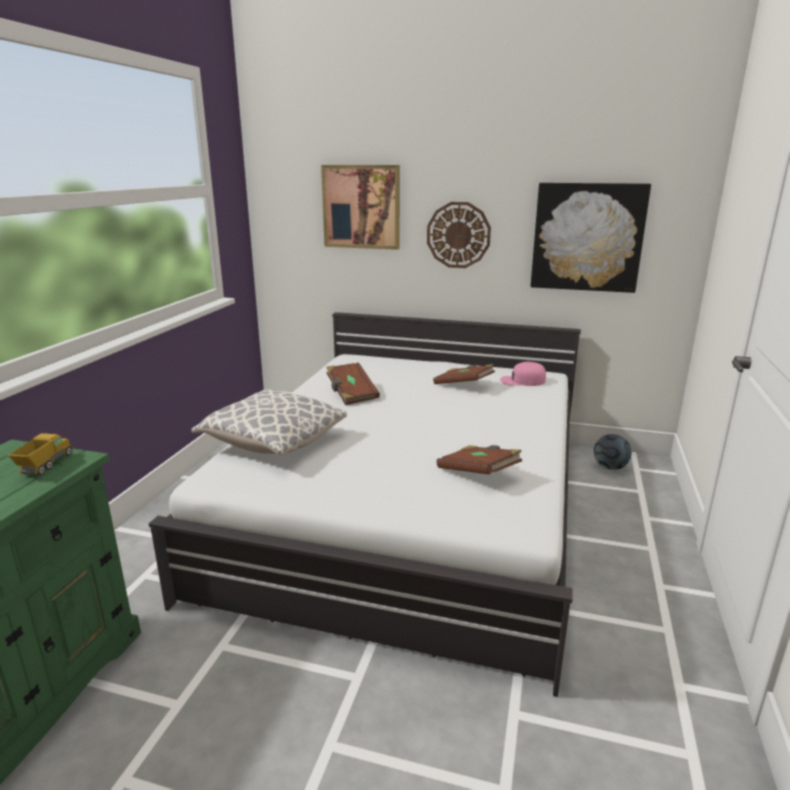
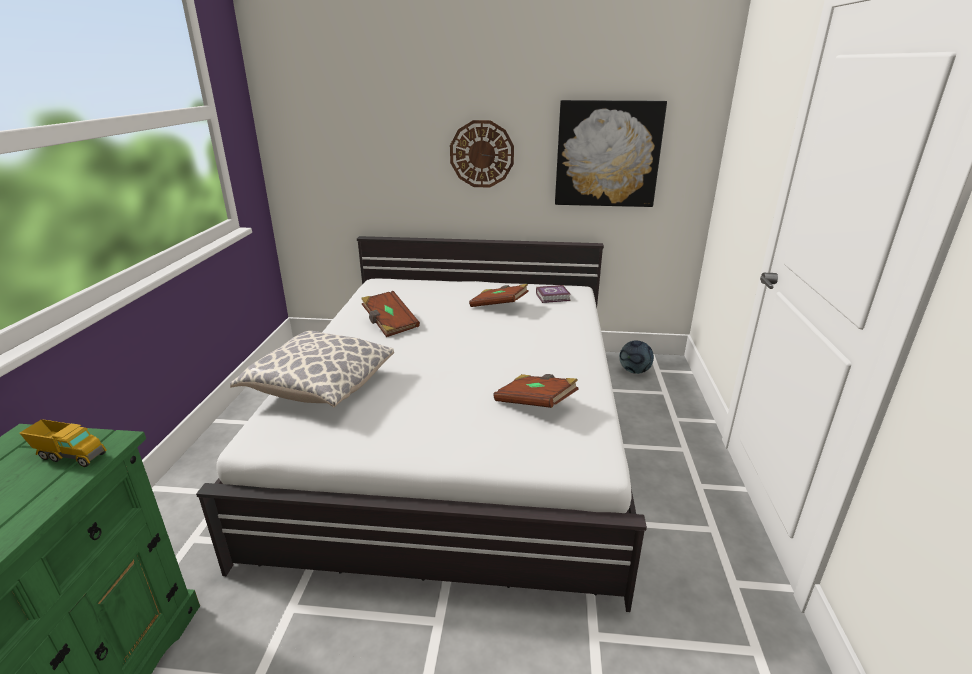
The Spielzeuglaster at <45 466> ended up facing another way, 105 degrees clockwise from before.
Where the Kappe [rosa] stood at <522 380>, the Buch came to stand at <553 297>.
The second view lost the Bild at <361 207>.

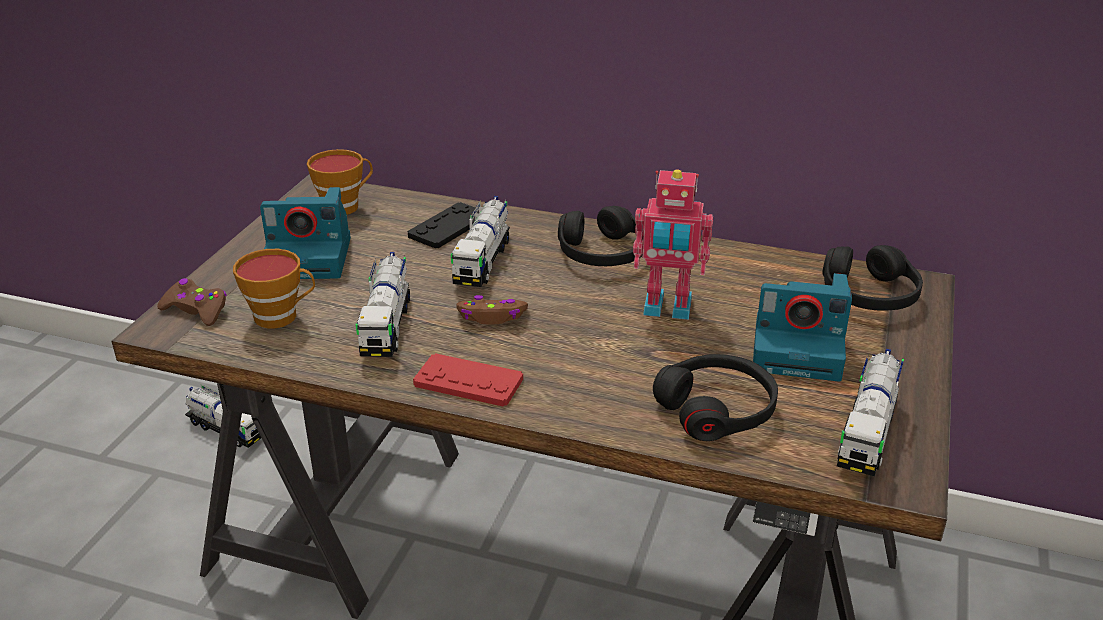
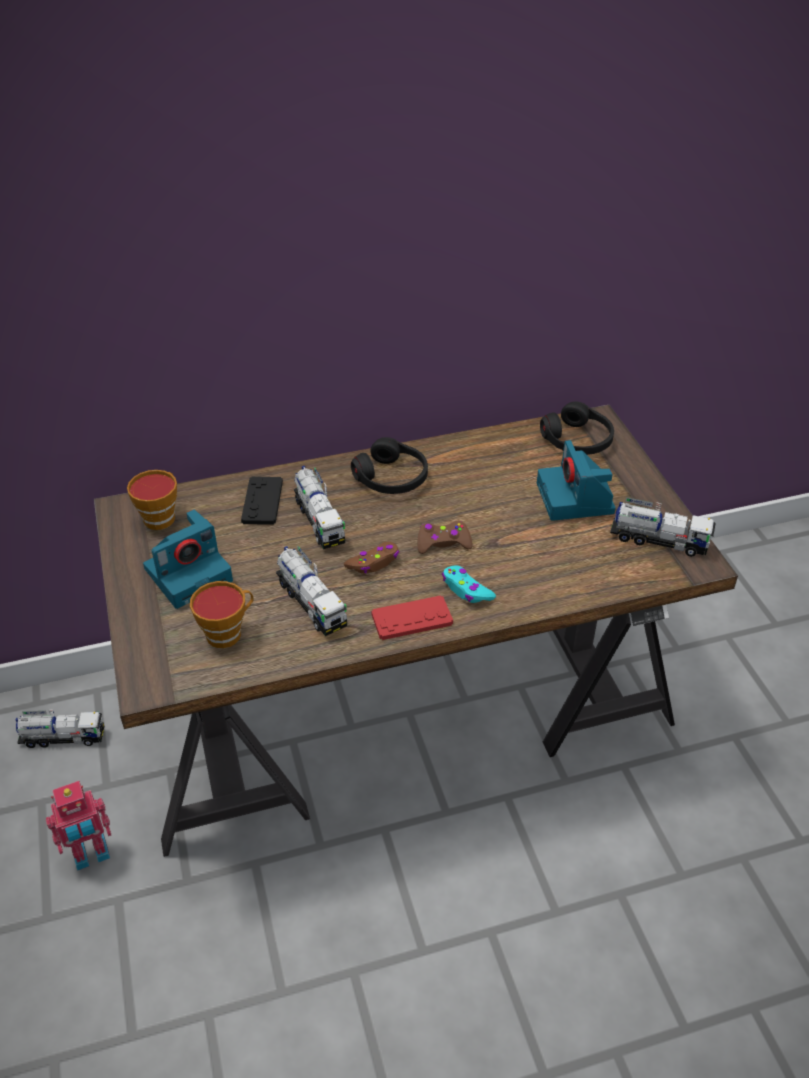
The Spielzeugroboter ended up elsewhere, having gone from <667 308> to <91 854>.
The Gamepad [braun] ended up elsewhere, having gone from <196 310> to <443 542>.
The second view gained the Gamepad [türkis] at <466 590>.
The Kamera at <799 349> ended up facing another way, 105 degrees clockwise from before.
The Spielzeuglaster at <867 433> ended up facing another way, 60 degrees counterclockwise from before.
The second view lost the Kopfhörer [schwarz] at <717 409>.

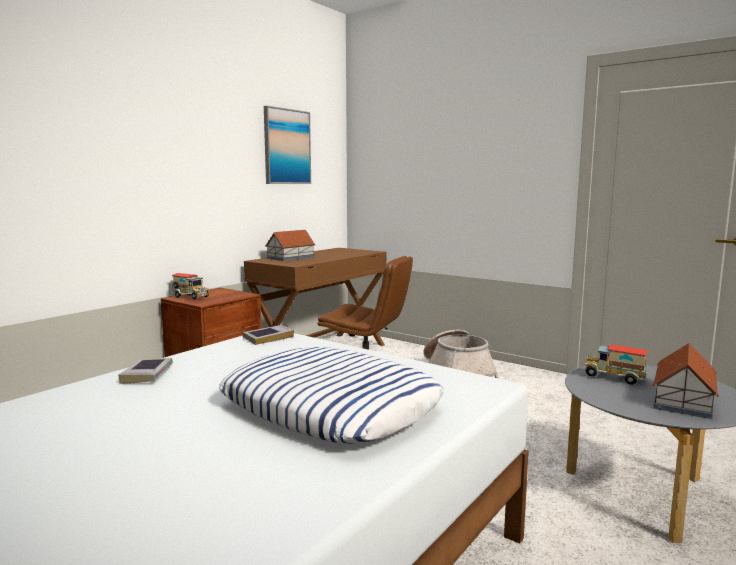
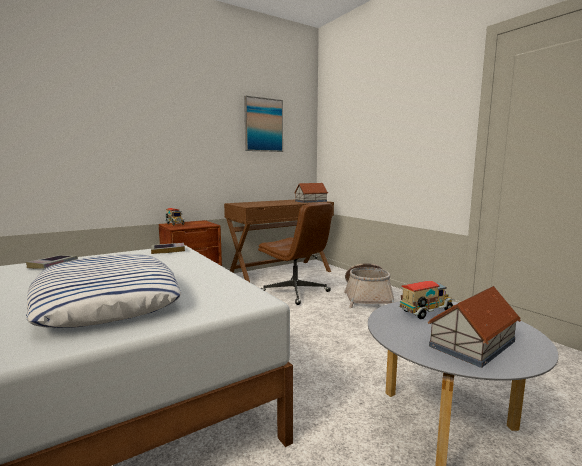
The Spielzeughaus ended up elsewhere, having gone from <291 257> to <311 201>.
The Spielzeuglaster at <614 378> ended up facing another way, 105 degrees clockwise from before.

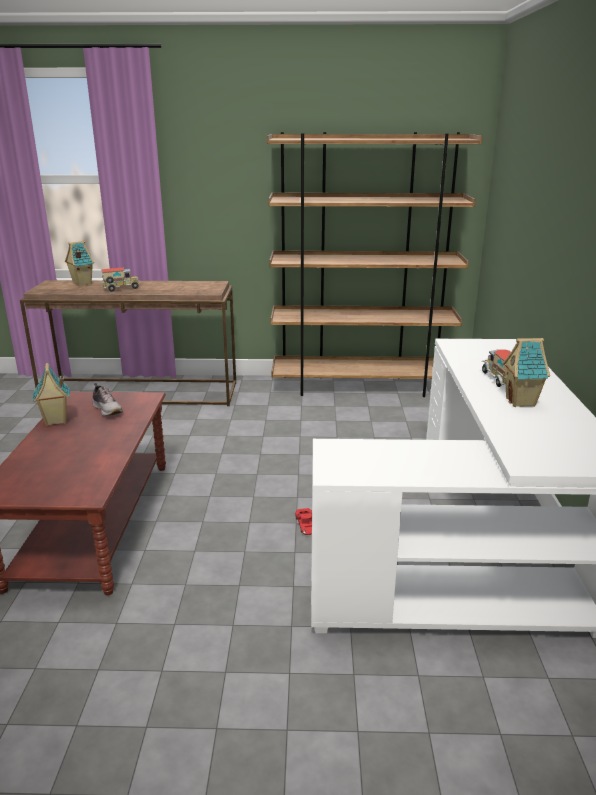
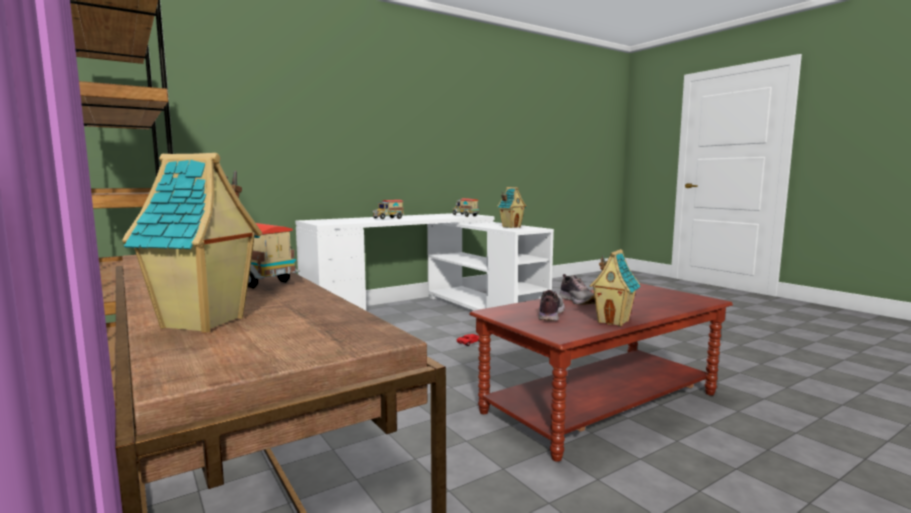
The second view gained the Spielzeuglaster at <465 216>.
The Spielzeughaus ended up elsewhere, having gone from <521 402> to <511 227>.
The second view gained the Schuh at <578 301>.

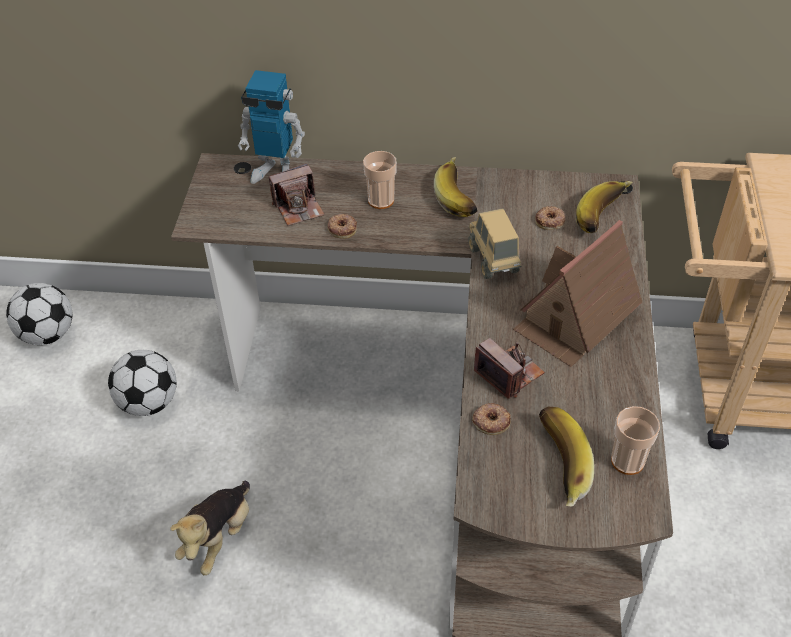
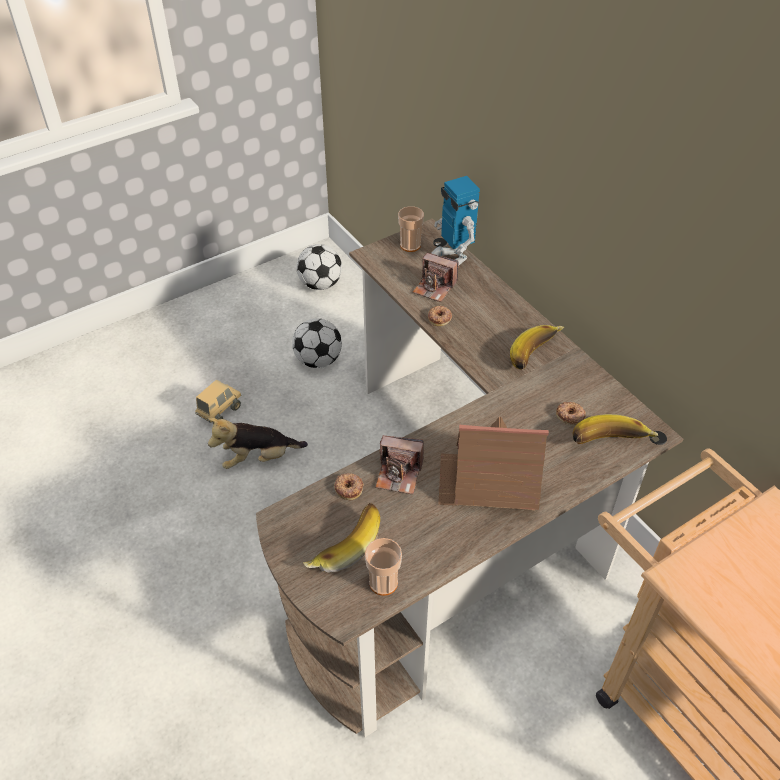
The Spielzeuglaster ended up elsewhere, having gone from <493 260> to <220 412>.
The Kamera at <509 373> ended up facing another way, 90 degrees clockwise from before.
The Tasse ended up elsewhere, having gone from <381 200> to <410 245>.

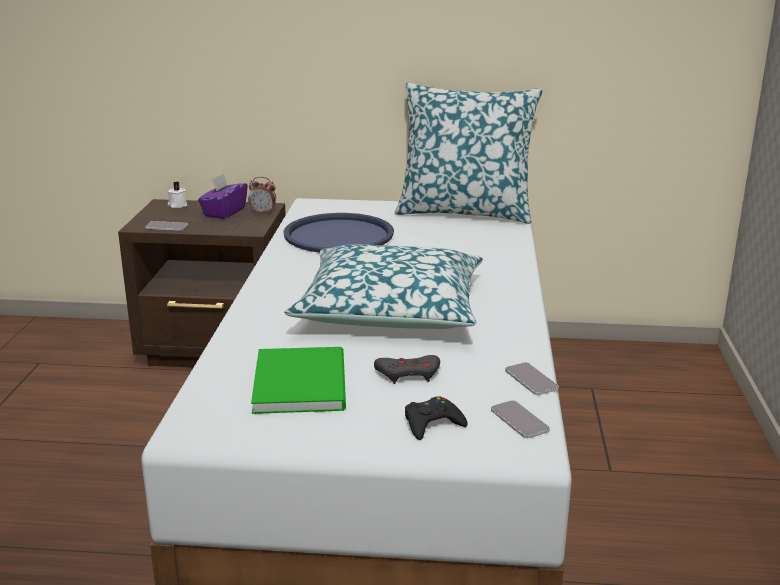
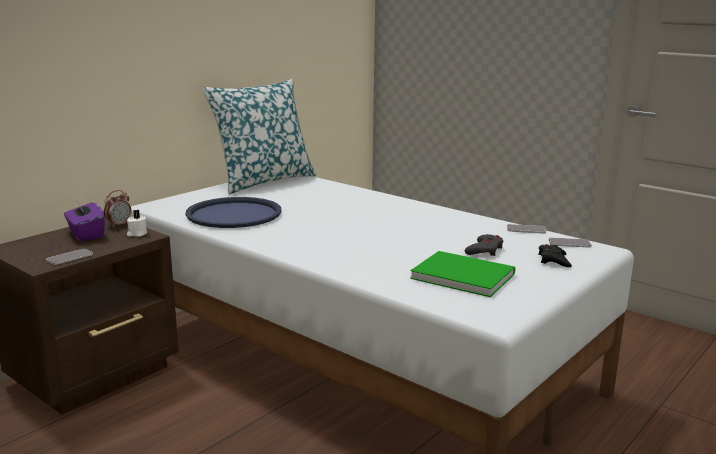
The Kerze [weiß] ended up elsewhere, having gone from <177 205> to <137 234>.
The second view lost the Kissen at <390 309>.

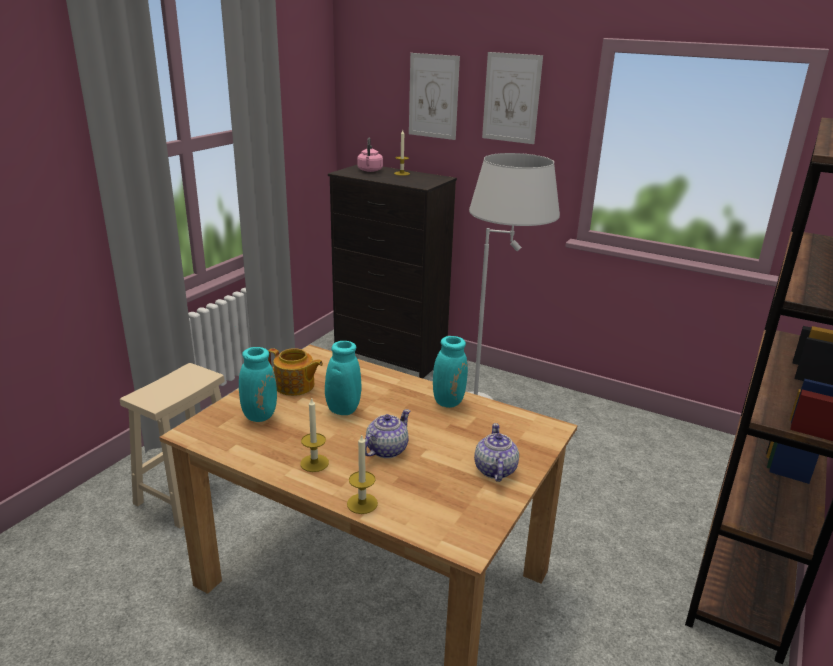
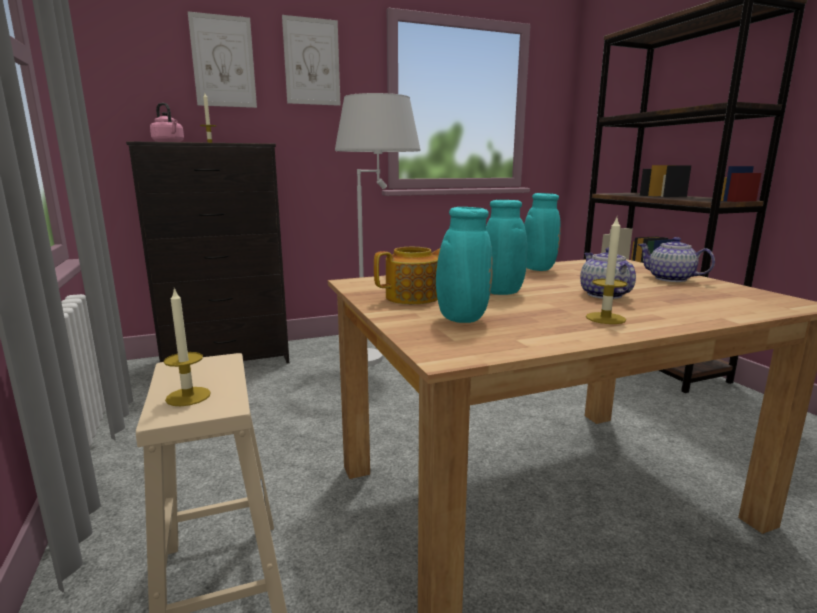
The Kerze ended up elsewhere, having gone from <362 503> to <188 396>.

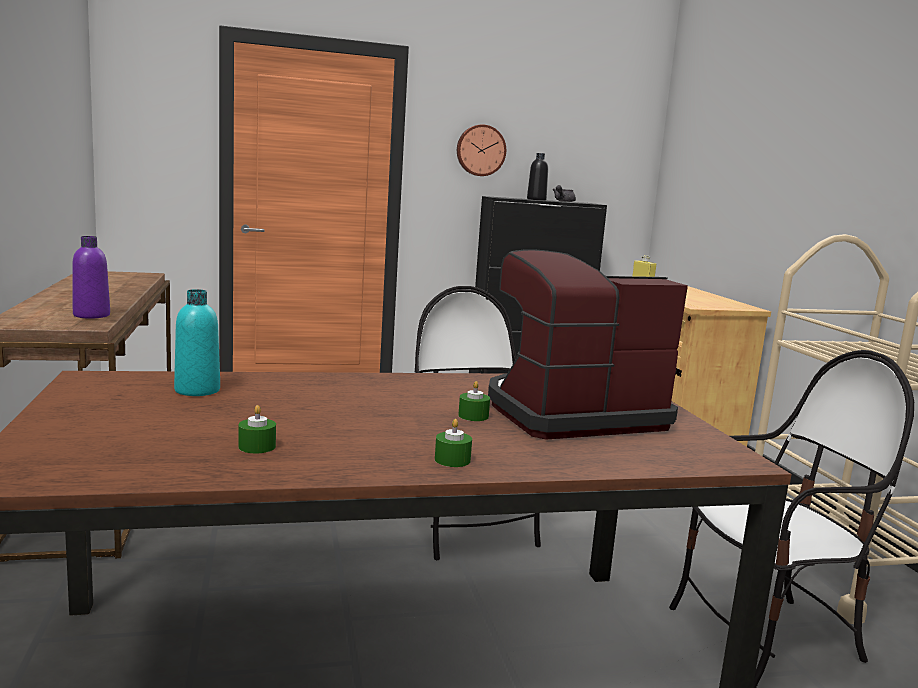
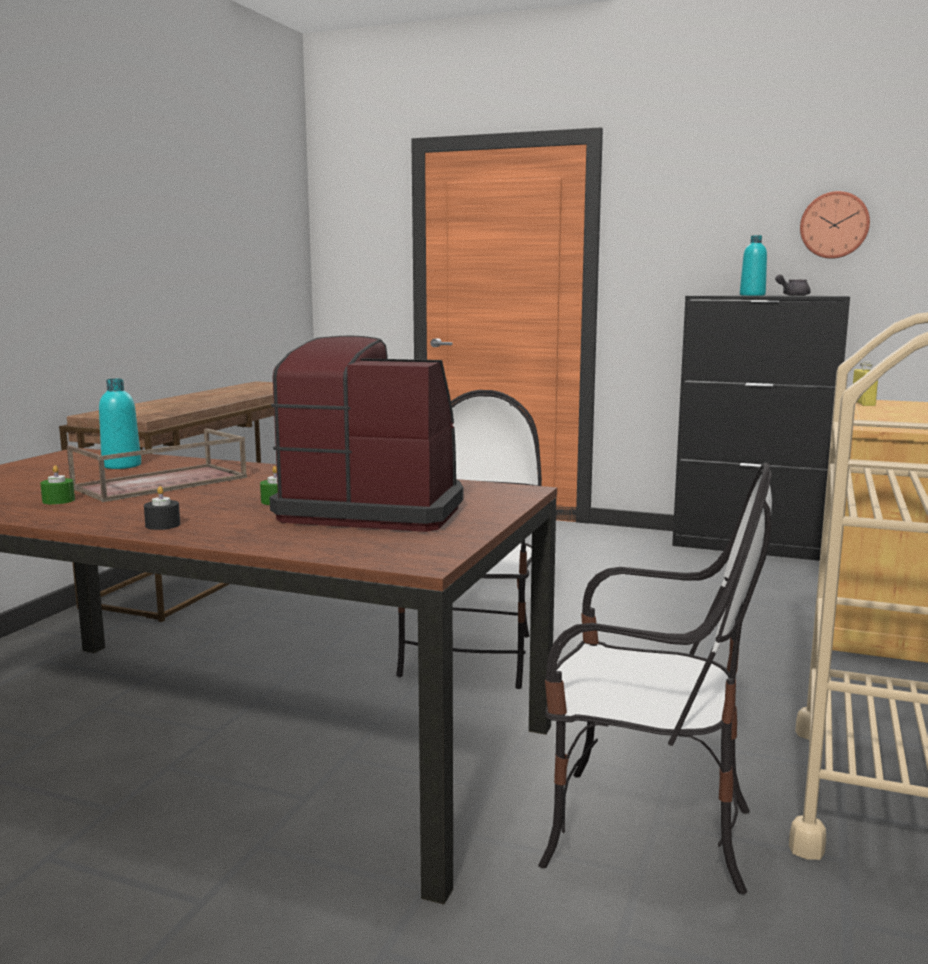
The second view gained the Tablett [braun] at <160 483>.
What was the Kerze [grün] at <452 460> turned into the Kerze [schwarz] at <163 525>.
What was the Flasche [schwarz] at <536 199> turned into the Flasche [türkis] at <752 295>.
The Wanduhr ended up elsewhere, having gone from <480 150> to <834 225>.
The second view lost the Flasche [lila] at <91 315>.

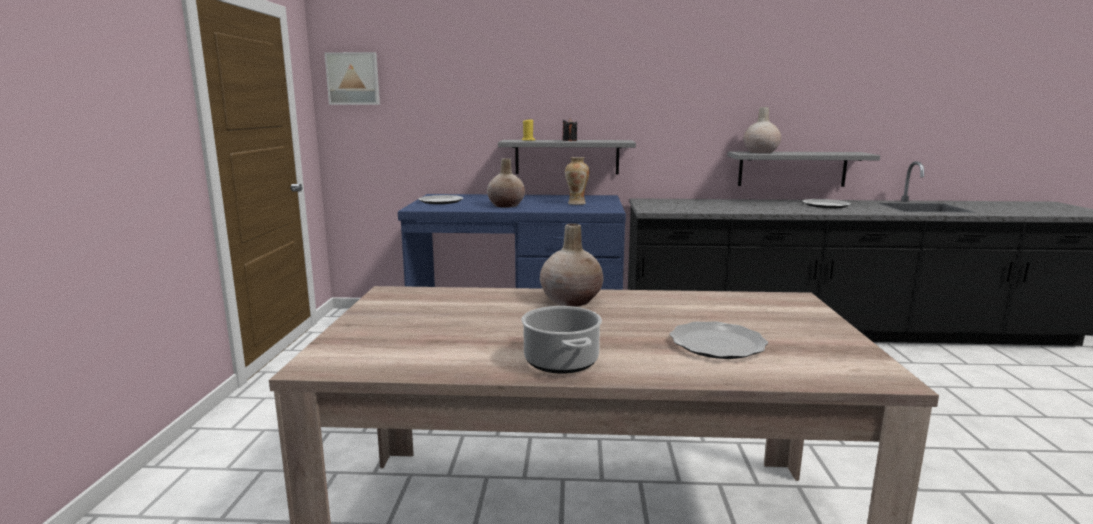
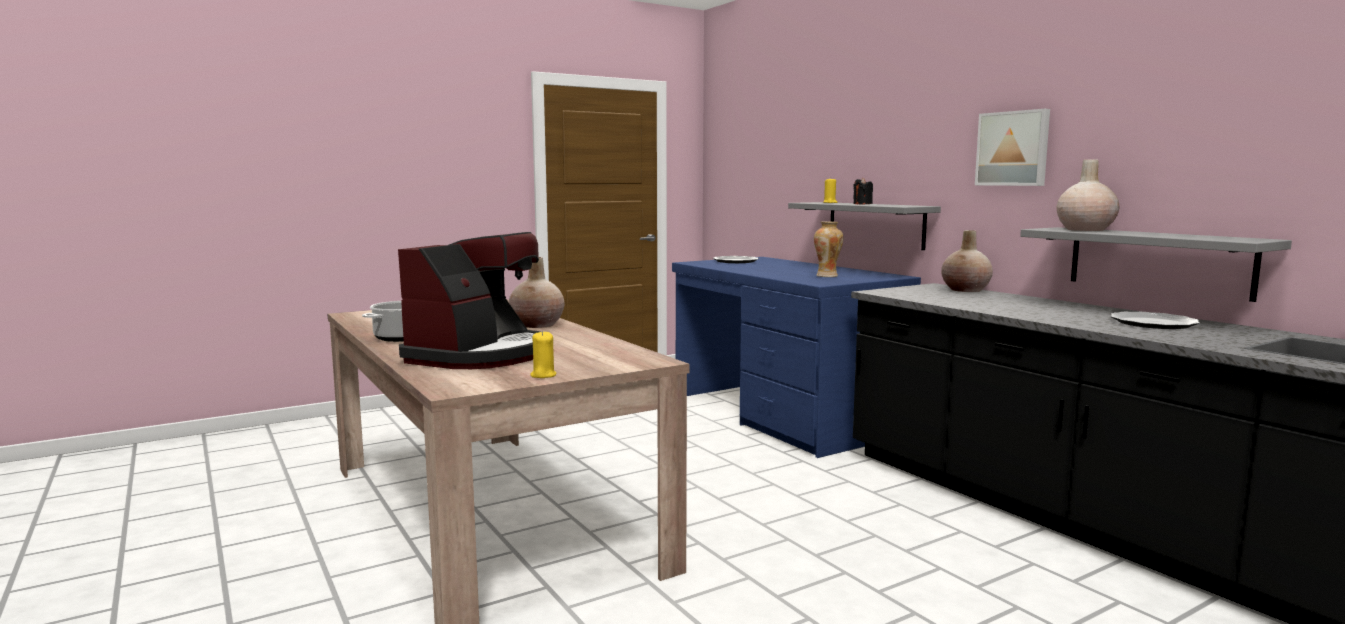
Where the Teller stood at <716 344>, the Kaffeemaschine came to stand at <480 355>.
The second view gained the Kerze [gelb] at <543 375>.
The Vase [beige] ended up elsewhere, having gone from <506 205> to <966 290>.
The Bild ended up elsewhere, having gone from <353 79> to <1013 148>.

